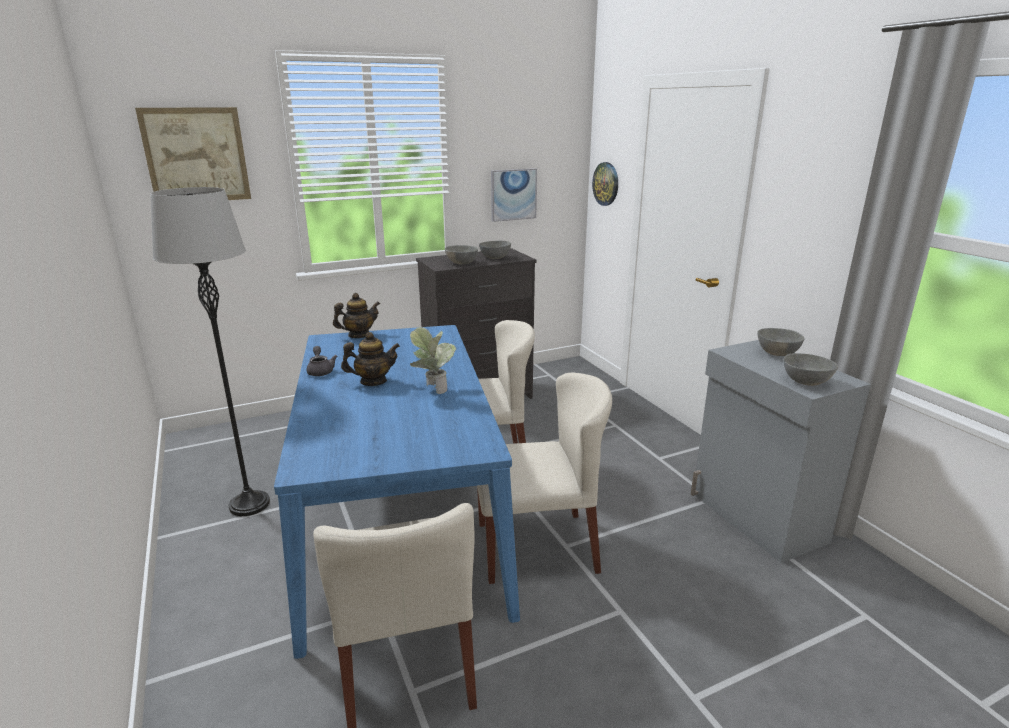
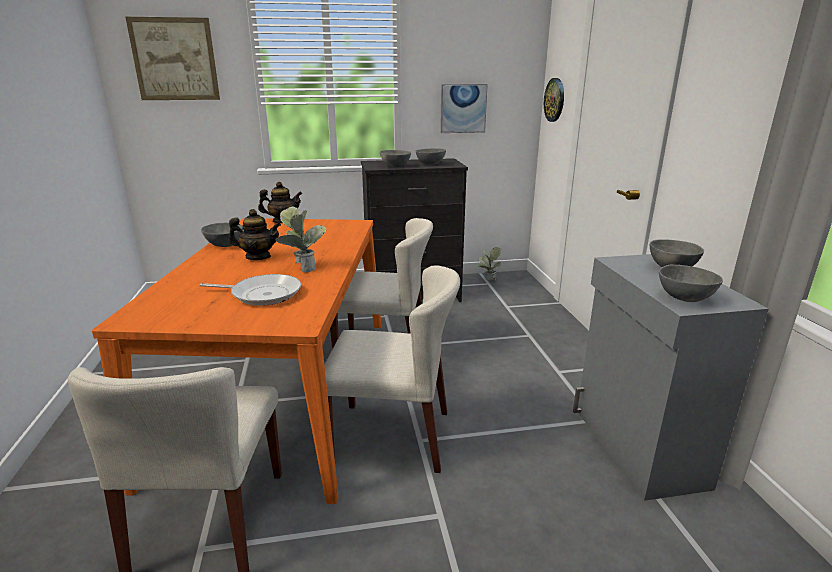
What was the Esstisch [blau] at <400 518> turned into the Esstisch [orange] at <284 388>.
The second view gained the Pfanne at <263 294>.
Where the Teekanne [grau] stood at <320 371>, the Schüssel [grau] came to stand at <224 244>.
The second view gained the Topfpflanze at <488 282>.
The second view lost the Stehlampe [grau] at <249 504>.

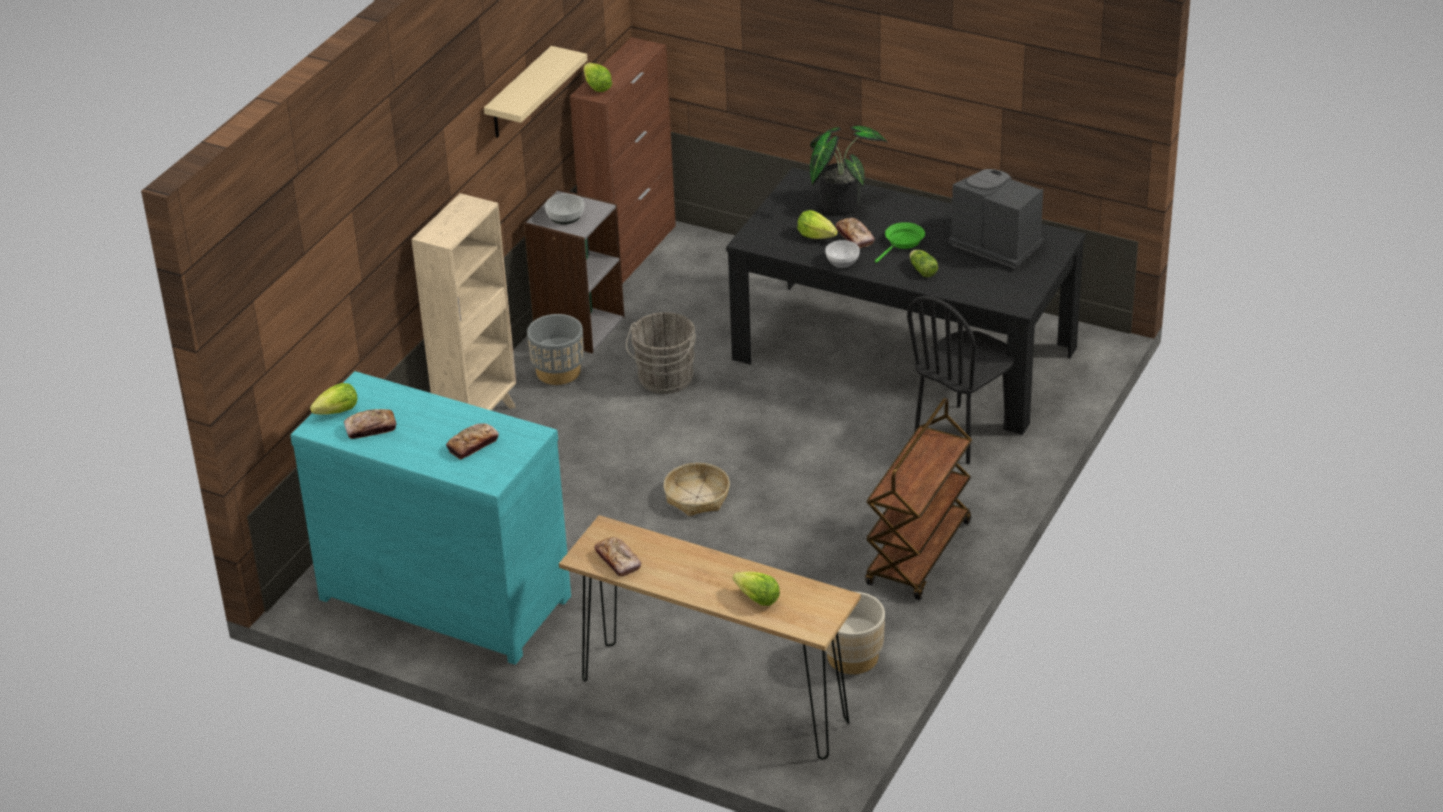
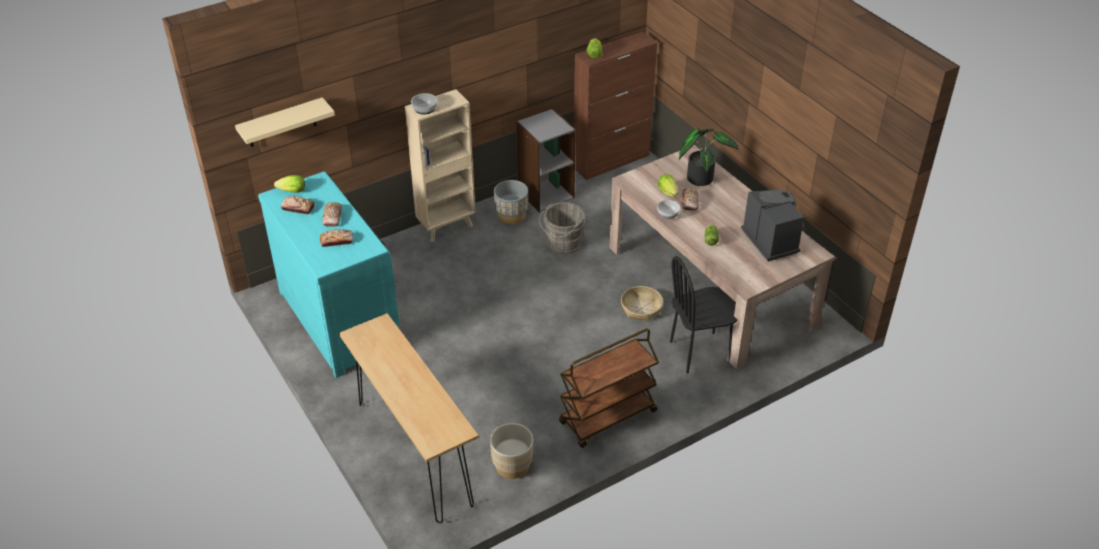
The Wandregal [beige] ended up elsewhere, having gone from <519 94> to <281 123>.
The Brot ended up elsewhere, having gone from <618 561> to <332 217>.
The Schüssel ended up elsewhere, having gone from <565 216> to <425 109>.
What was the Esstisch [schwarz] at <904 354> turned into the Esstisch [beige] at <709 286>.
The Korb ended up elsewhere, having gone from <697 497> to <641 308>.
The second view lost the Salatkopf at <757 599>.
The second view lost the Pfanne [grün] at <902 242>.

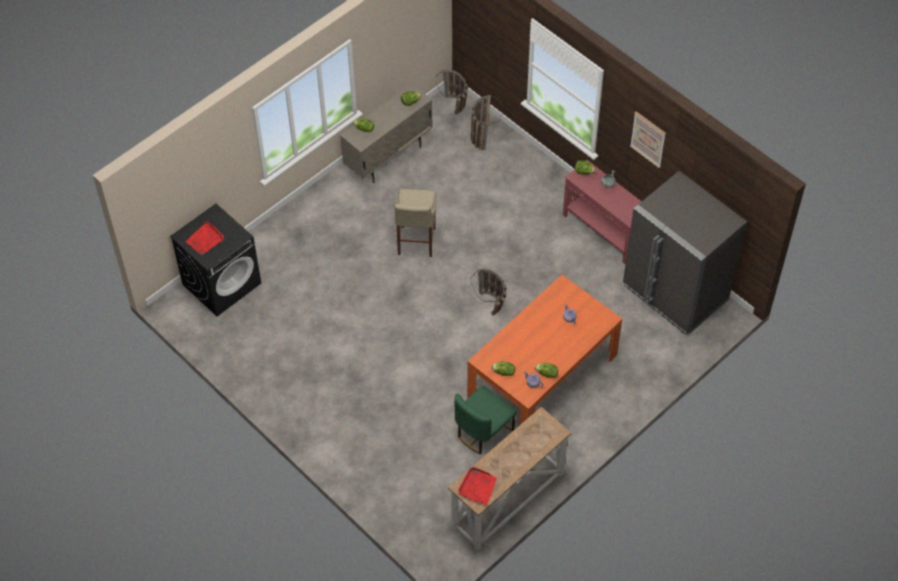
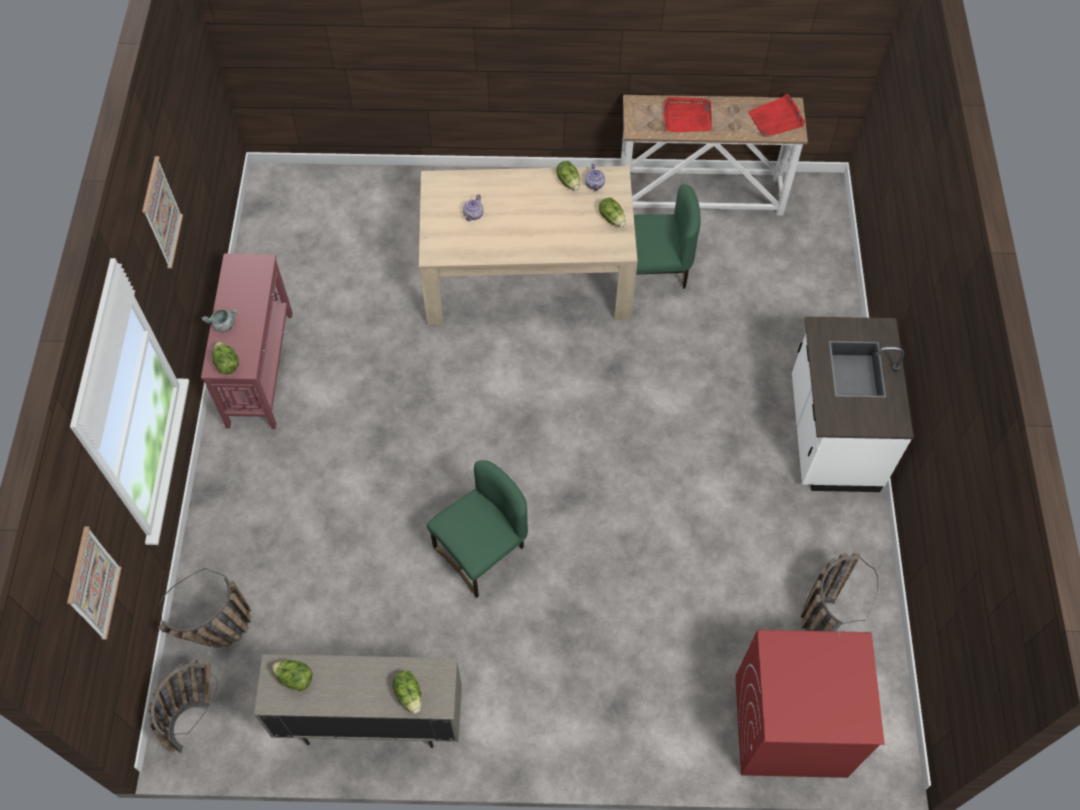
The second view gained the Bild at <93 584>.
What was the Esstisch [orange] at <542 376> turned into the Esstisch [beige] at <528 275>.
Where the Hocker [beige] stood at <416 243>, the Stuhl [grün] came to stand at <482 551>.
The Tablett [rot] ended up elsewhere, having gone from <205 240> to <686 117>.
What was the Waschmaschine [schwarz] at <222 283> turned into the Waschmaschine [rot] at <789 726>.
The second view gained the Küchenzeile [weiß] at <831 435>.
The Korb ended up elsewhere, having gone from <493 308> to <823 610>.
The second view lost the Kühlschrank [grau] at <675 293>.

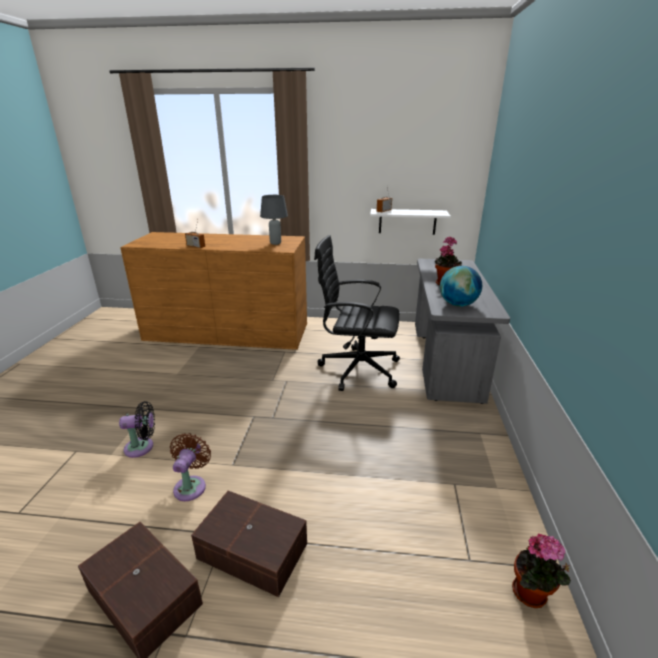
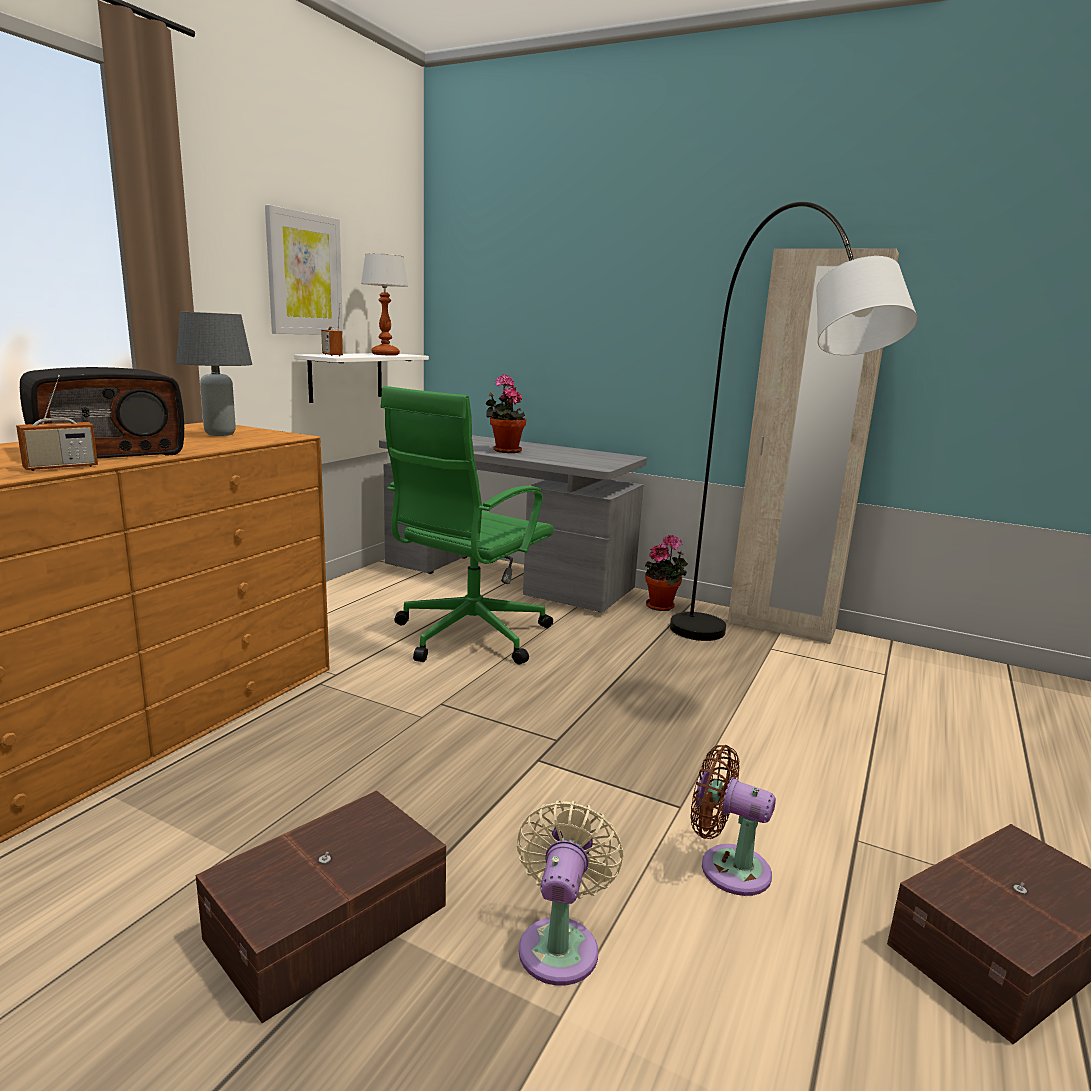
The second view gained the Radio at <109 451>.
The Aufbewahrungsbox [braun] ended up elsewhere, having gone from <252 553> to <332 923>.
The second view gained the Bild at <304 274>.
The second view gained the Tischlampe at <385 354>.
What was the Bürostuhl [schwarz] at <357 369> turned into the Bürostuhl [grün] at <468 636>.
What was the Ventilator [schwarz] at <142 447> turned into the Ventilator [beige] at <560 944>.
The Topfpflanze ended up elsewhere, having gone from <531 595> to <662 606>.
The second view gained the Stehlampe [grau] at <746 676>.
The second view gained the Kleiderschrank [beige] at <780 626>.
The second view lost the Globus at <458 305>.

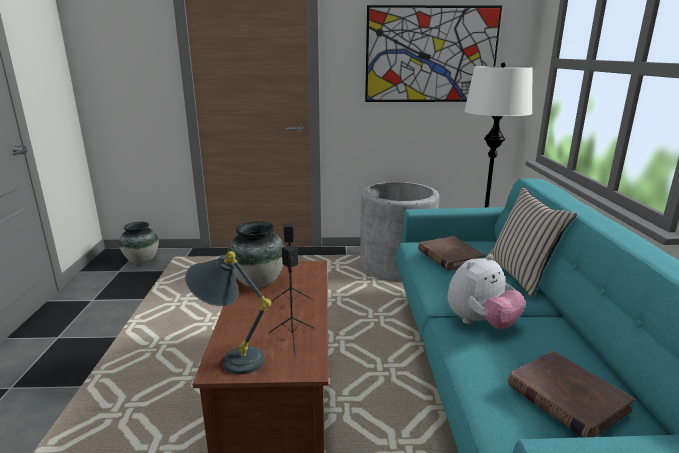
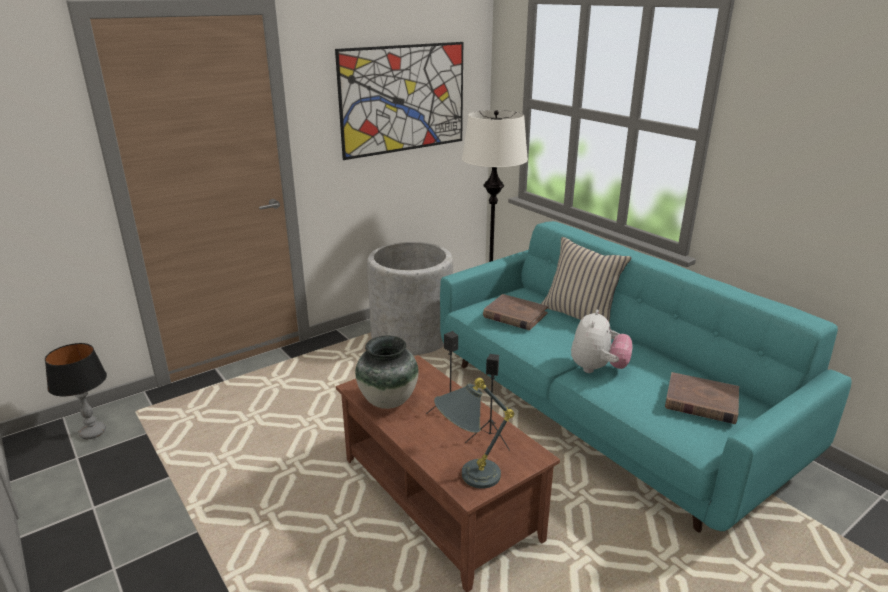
Where the Vase stood at <141 261>, the Tischlampe came to stand at <92 433>.

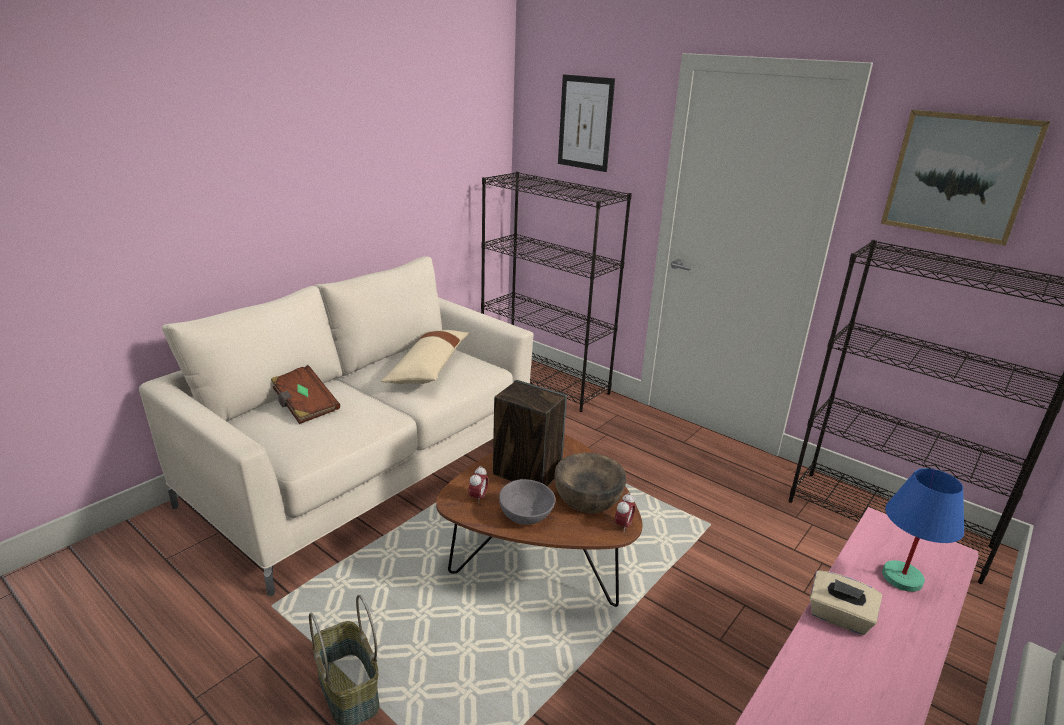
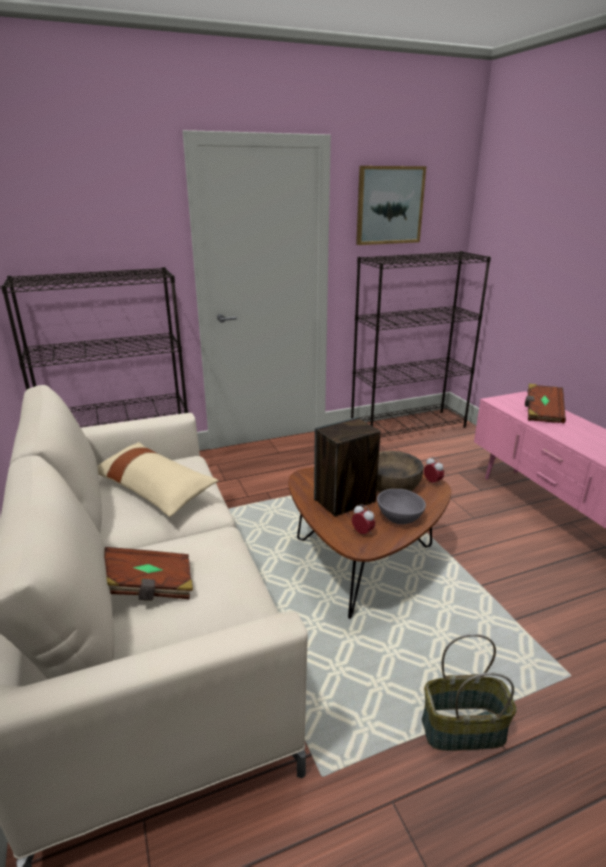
Where the Tischlampe [blau] stood at <901 577>, the Buch [braun] came to stand at <542 413>.
The second view lost the Bild at <585 123>.
The second view lost the Taschentuchbox [beige] at <839 617>.

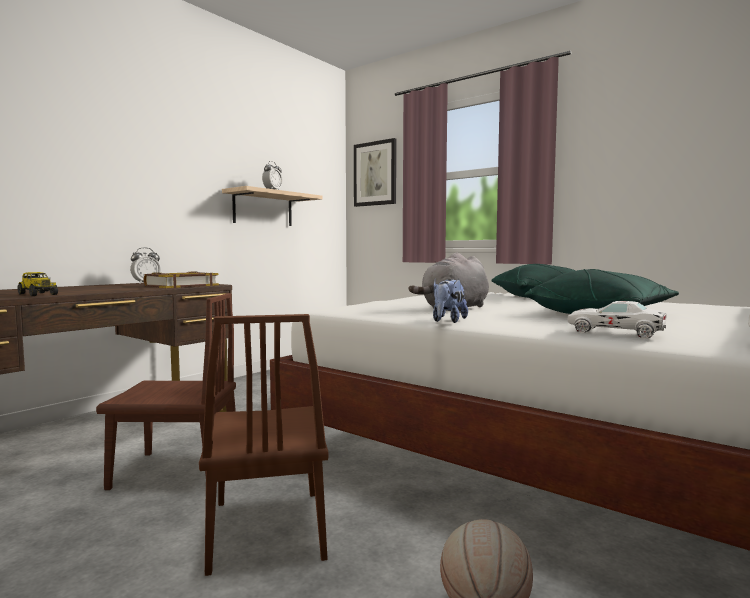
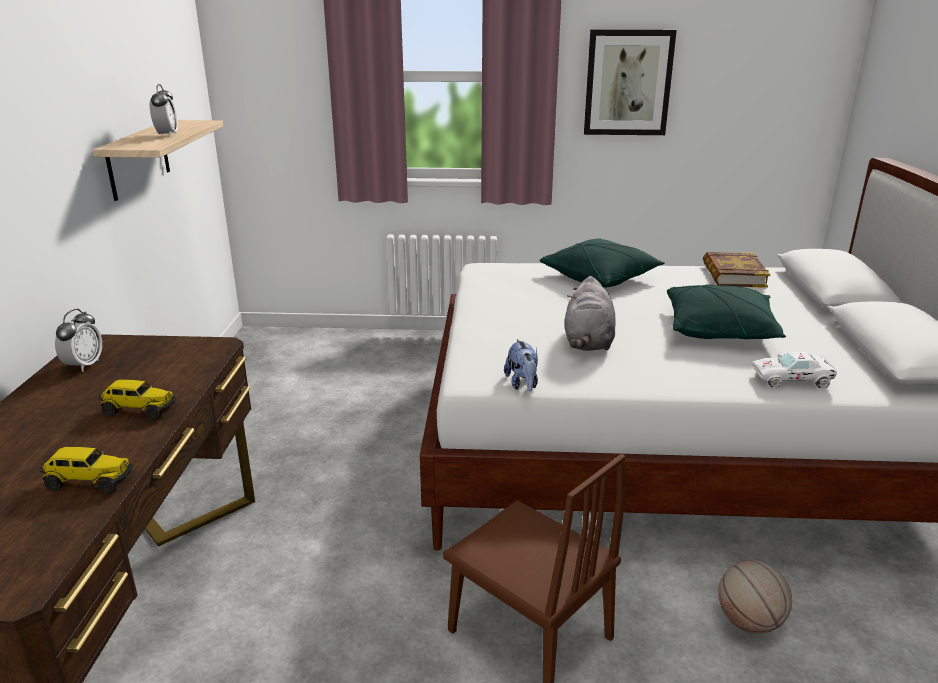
The second view gained the Spielzeuglaster at <139 410>.
The Plüschtier ended up elsewhere, having gone from <448 321> to <522 384>.
The Bild ended up elsewhere, having gone from <375 173> to <628 83>.
The Buch ended up elsewhere, having gone from <181 285> to <733 275>.
The second view lost the Stuhl [braun] at <176 471>.

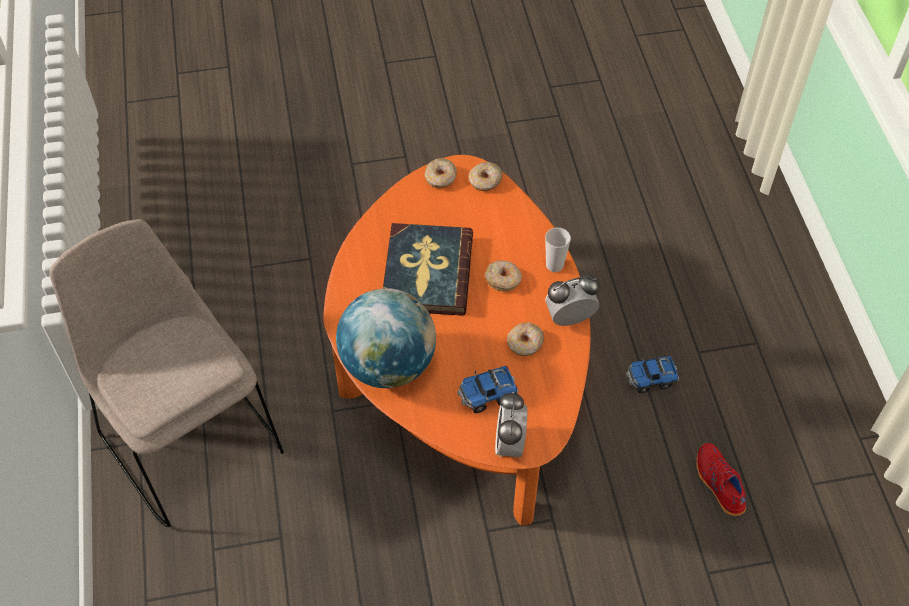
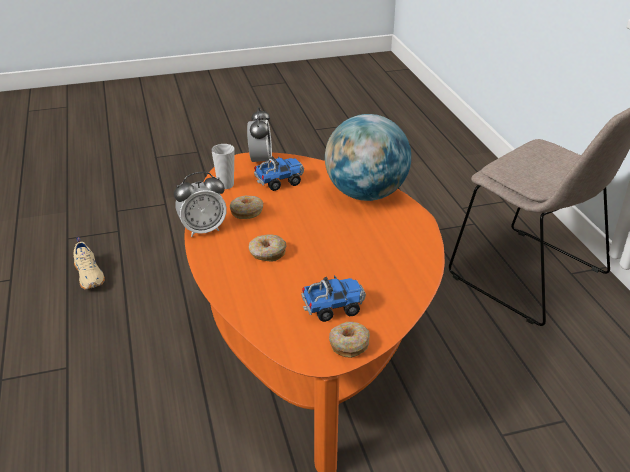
What was the Schuh [rot] at <718 483> turned into the Schuh [beige] at <90 275>.
The Tasse ended up elsewhere, having gone from <554 265> to <225 185>.
The Spielzeuglaster ended up elsewhere, having gone from <651 379> to <333 308>.
The second view lost the Buch at <426 272>.
The second view lost the Donut at <485 181>.

